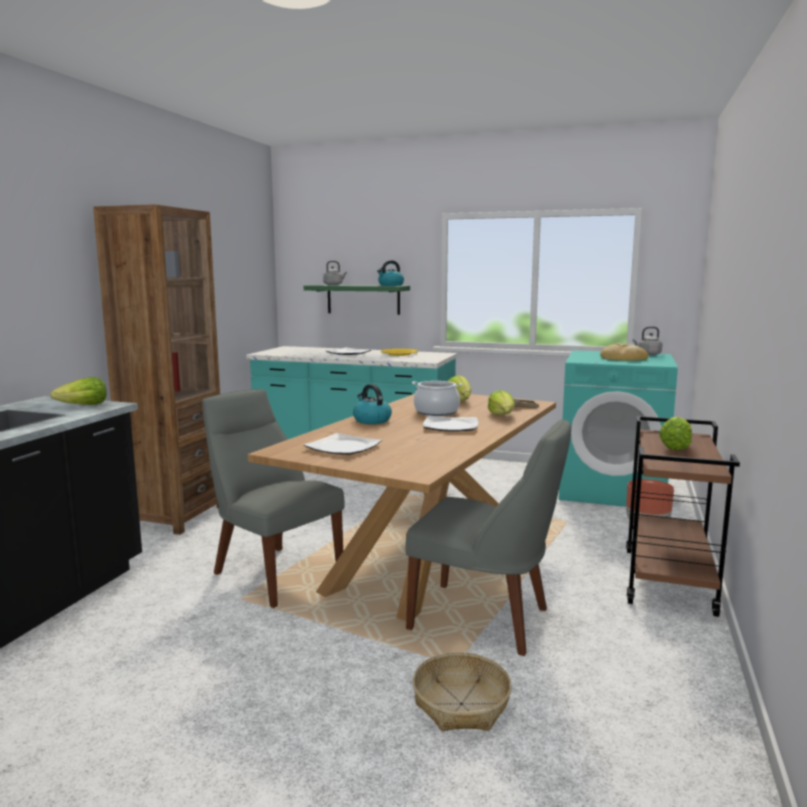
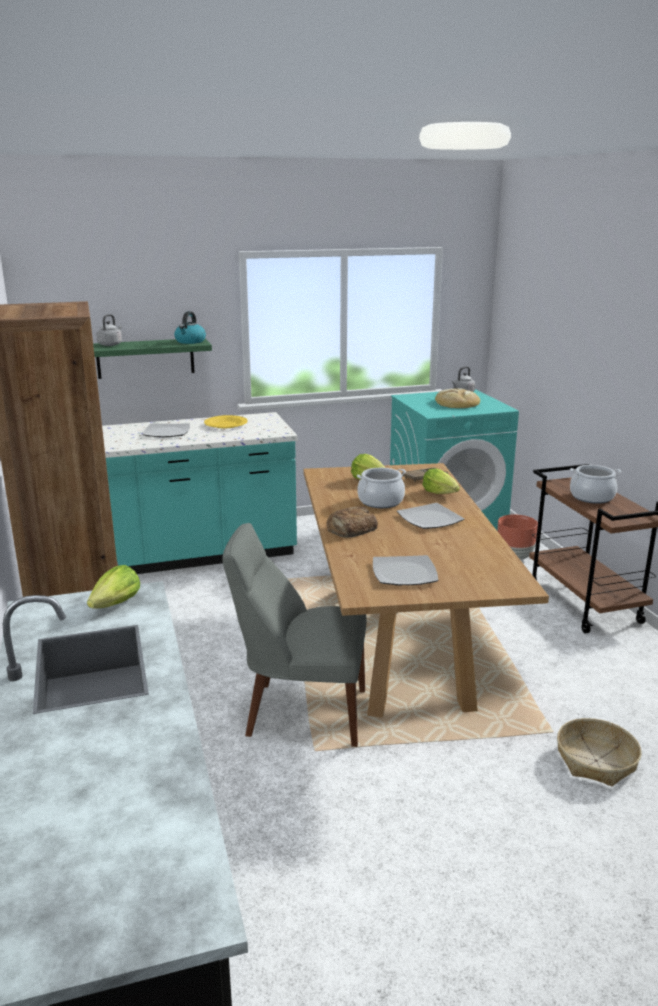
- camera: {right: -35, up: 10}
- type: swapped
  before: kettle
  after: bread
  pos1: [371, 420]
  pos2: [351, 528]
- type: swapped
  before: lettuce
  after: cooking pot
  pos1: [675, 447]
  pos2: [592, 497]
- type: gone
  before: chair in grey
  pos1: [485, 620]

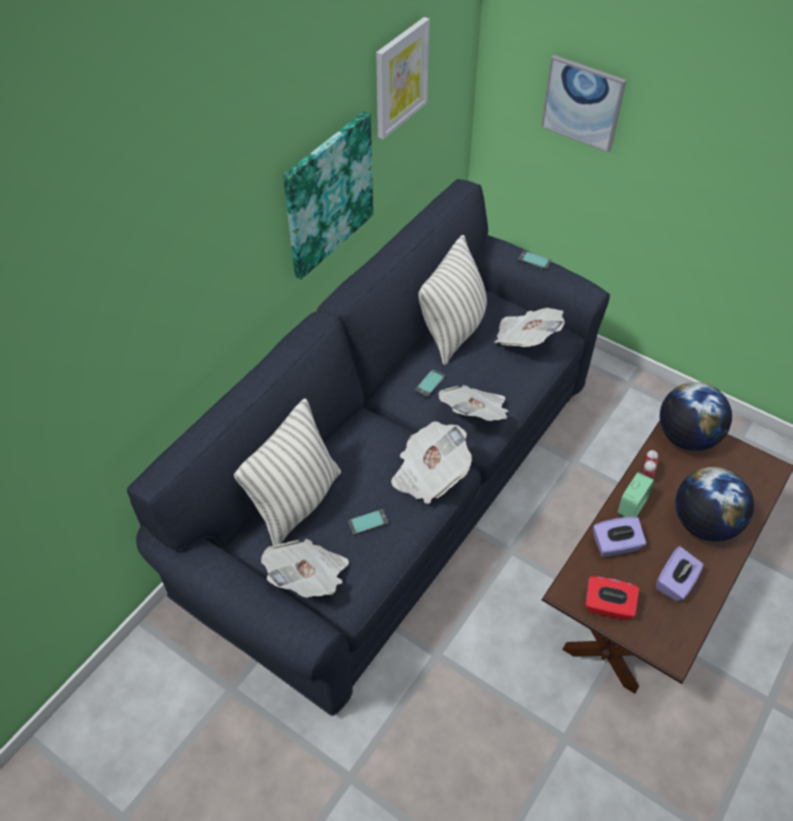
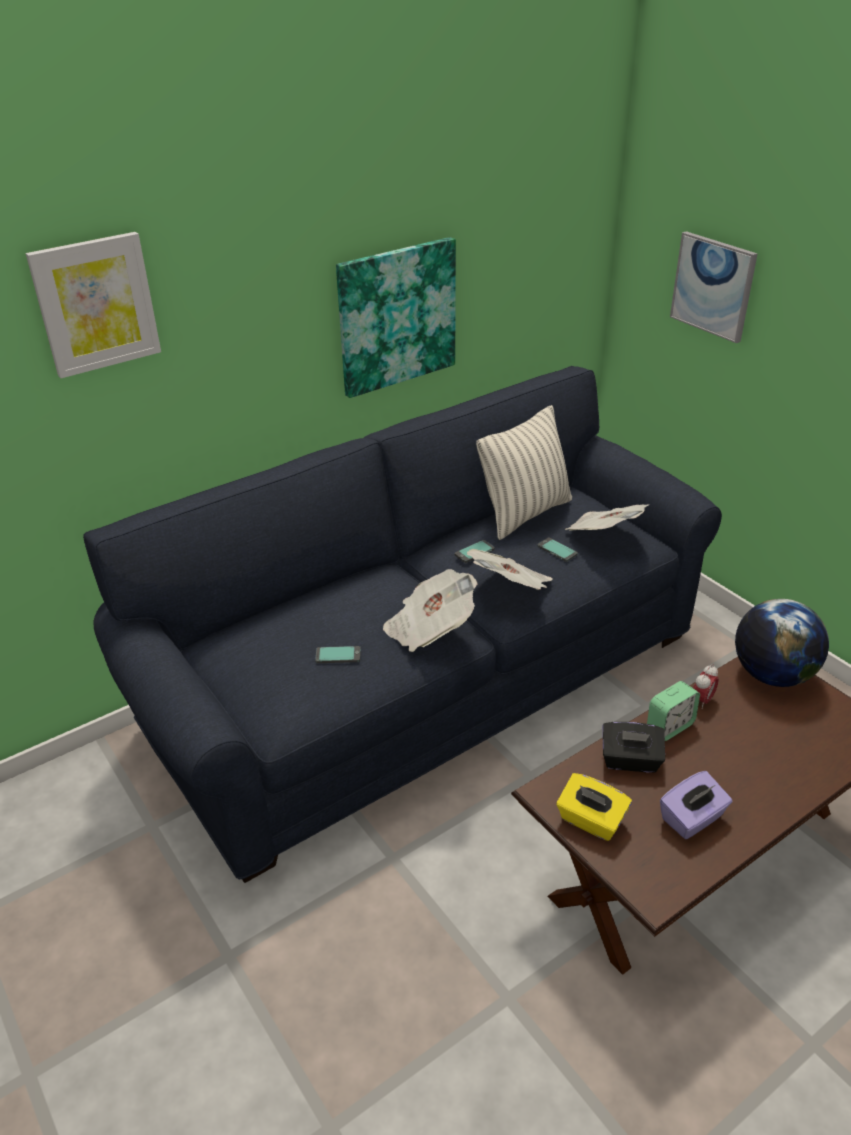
- camera: {right: 20, up: -15}
- type: shifted
  before: picture
  pos1: [400, 78]
  pos2: [96, 304]
- type: shifted
  before: phone
  pos1: [534, 260]
  pos2: [557, 550]
- type: gone
  before: pillow
  pos1: [296, 502]
- type: gone
  before: globe
  pos1: [703, 523]
- type: repainted
  before: tissue box in purple
  after: tissue box in black
  pos1: [615, 545]
  pos2: [630, 761]
- type: gone
  before: newspaper
  pos1: [309, 577]
- type: repainted
  before: tissue box in red
  after: tissue box in yellow
  pos1: [608, 606]
  pos2: [591, 821]

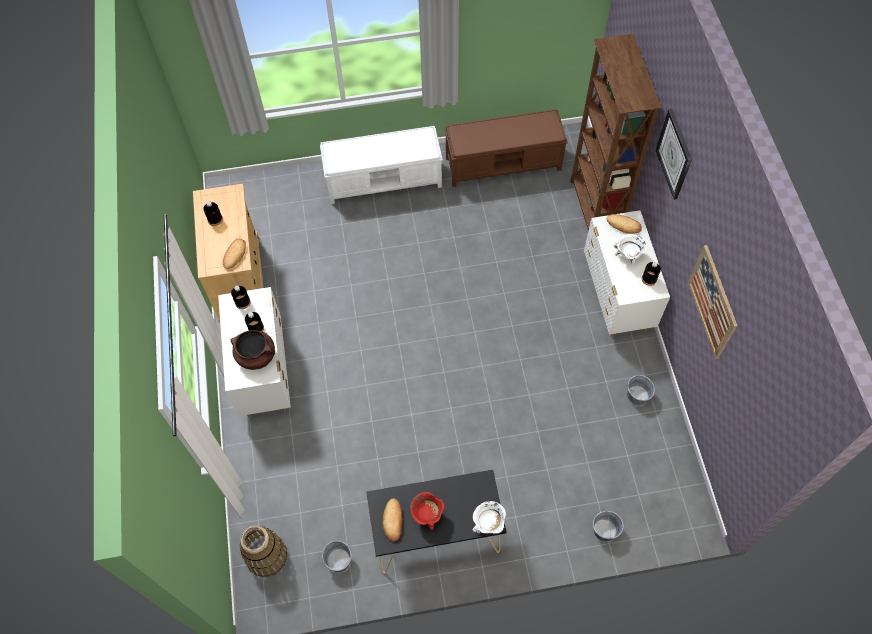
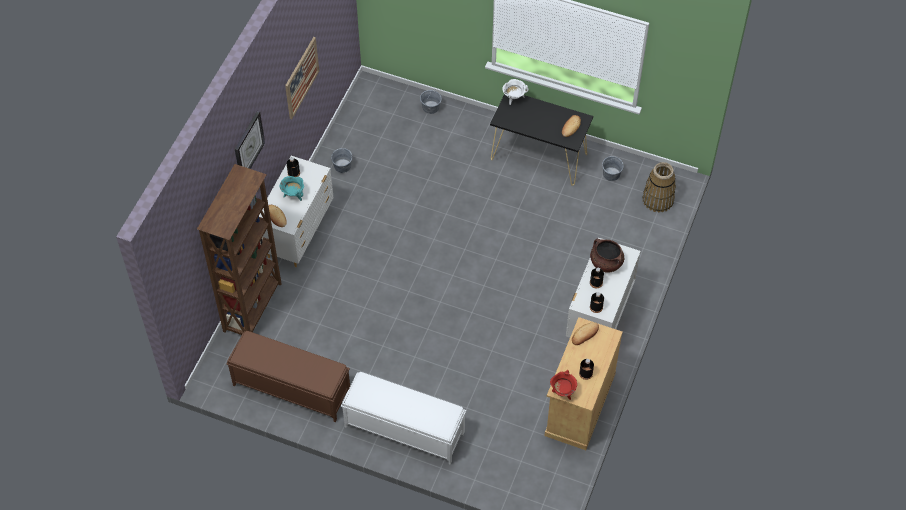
- camera: {right: -150, up: -5}
- type: repainted
  before: cooking pot in white
  after: cooking pot in turquoise
  pos1: [628, 256]
  pos2: [293, 195]
- type: shifted
  before: cooking pot in red
  pos1: [427, 515]
  pos2: [563, 392]

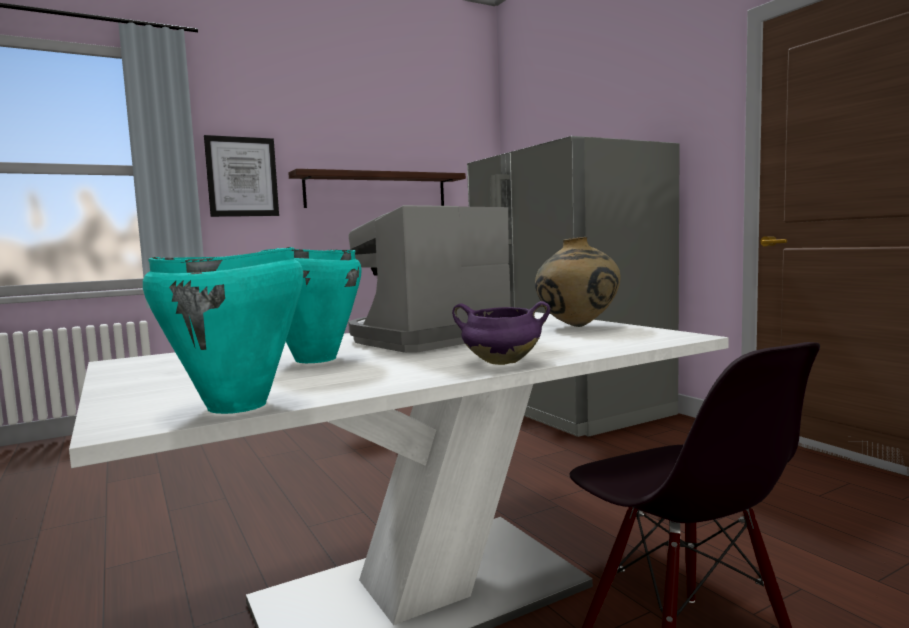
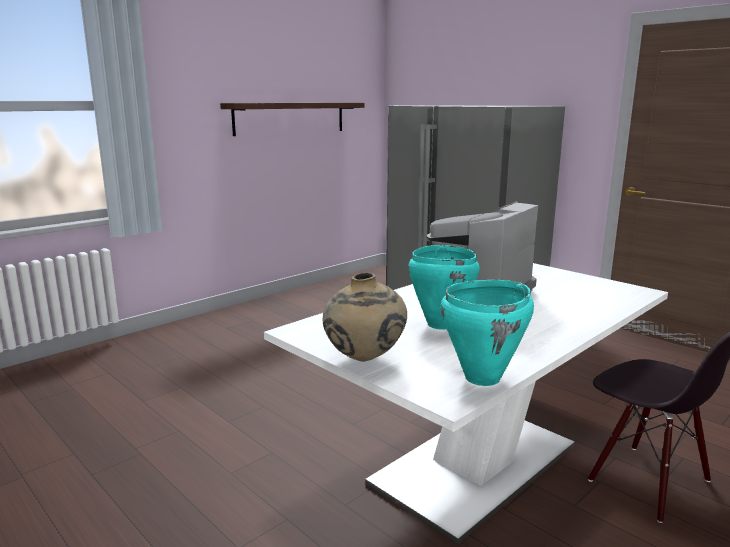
- camera: {right: -15, up: 10}
- type: gone
  before: picture
  pos1: [242, 177]
- type: shifted
  before: vase in beige
  pos1: [578, 327]
  pos2: [365, 360]
- type: gone
  before: cooking pot in purple
  pos1: [500, 363]

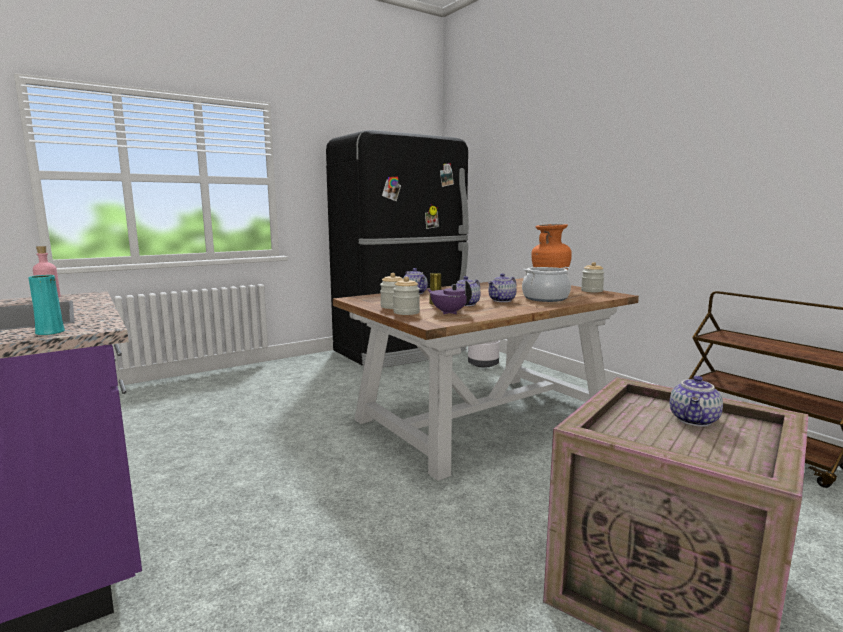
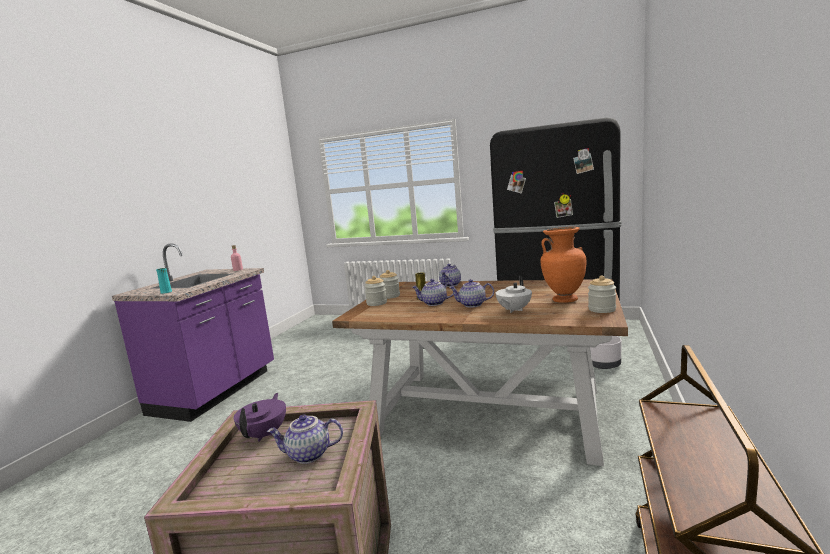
- camera: {right: 55, up: 0}
- type: swapped
  before: cooking pot
  after: teapot in white
  pos1: [545, 298]
  pos2: [513, 310]
- type: shifted
  before: teapot in purple
  pos1: [449, 312]
  pos2: [265, 434]

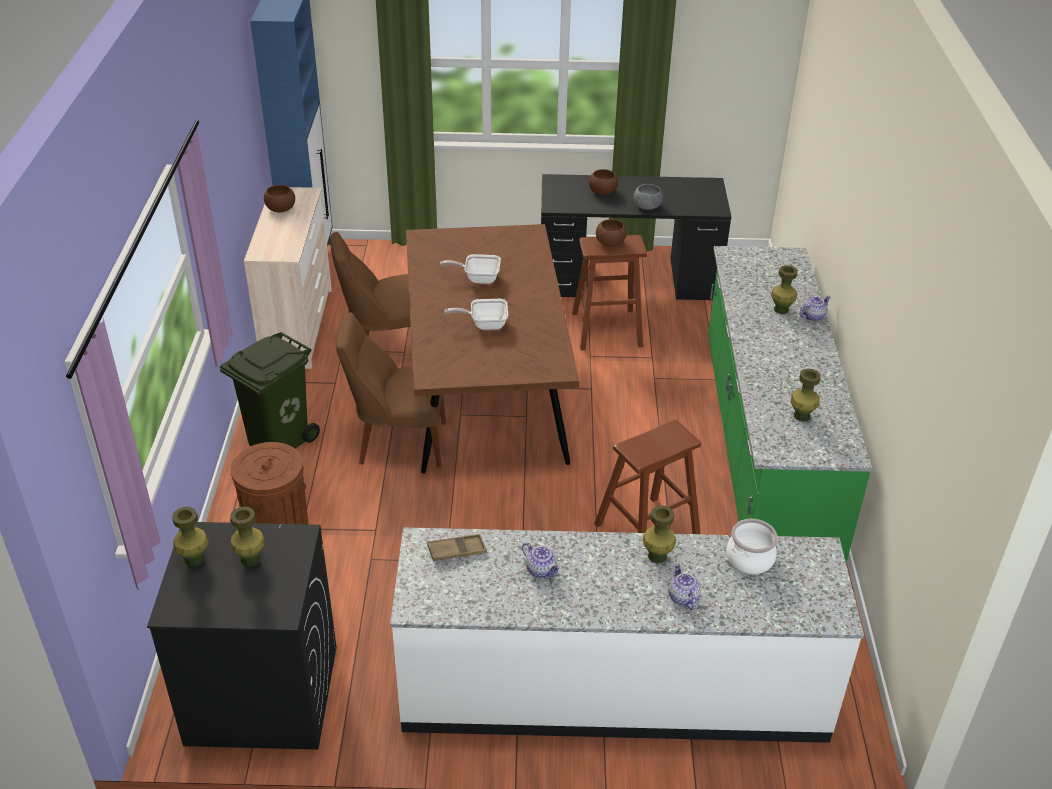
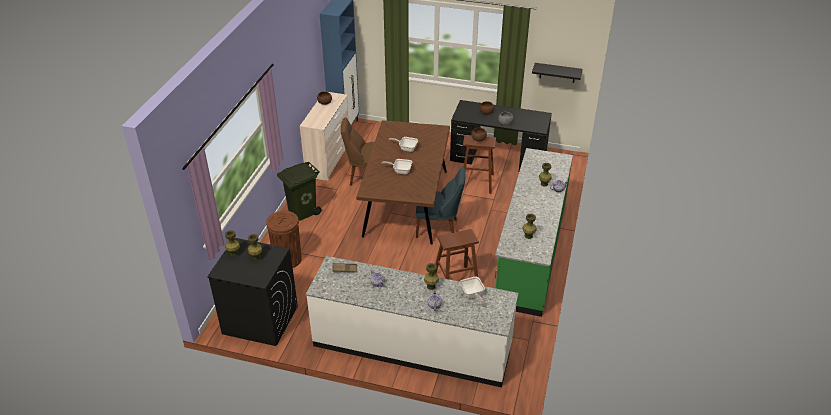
- camera: {right: 15, up: 0}
- type: gone
  before: chair in brown
  pos1: [398, 443]
- type: swapped
  before: cooking pot
  after: frying pan
  pos1: [750, 559]
  pos2: [472, 295]
- type: new
  after: shelf in black
  pos2: [557, 73]
- type: new
  after: chair in blue
  pos2: [439, 228]

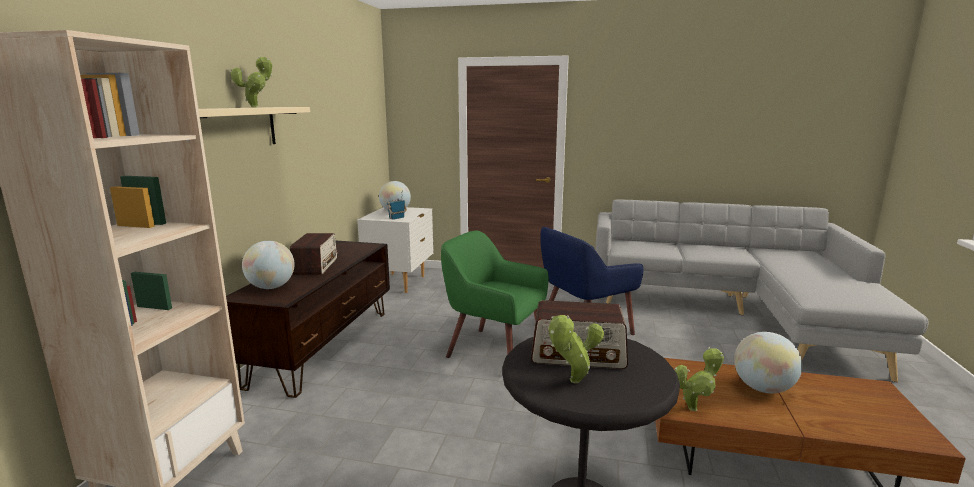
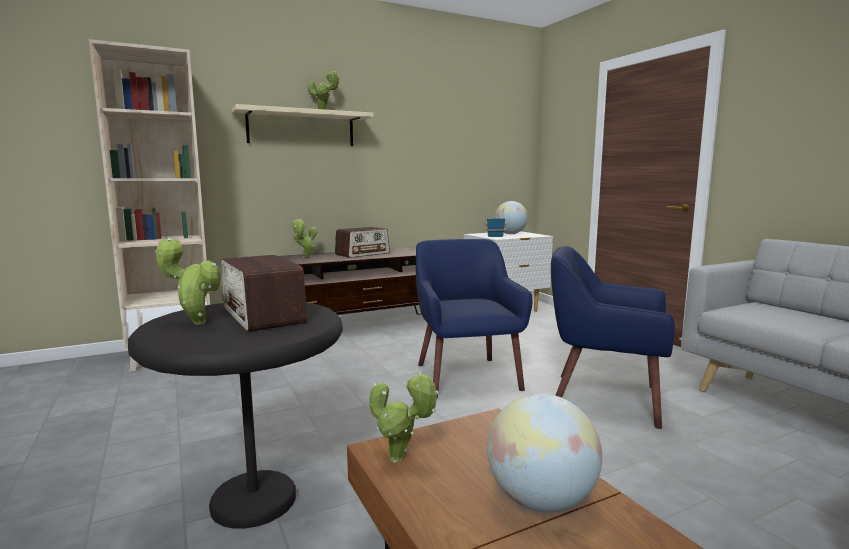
- camera: {right: 50, up: -5}
- type: repainted
  before: armchair in green
  after: armchair in blue
  pos1: [494, 350]
  pos2: [465, 376]
- type: swapped
  before: globe
  after: potted plant
  pos1: [271, 287]
  pos2: [305, 257]

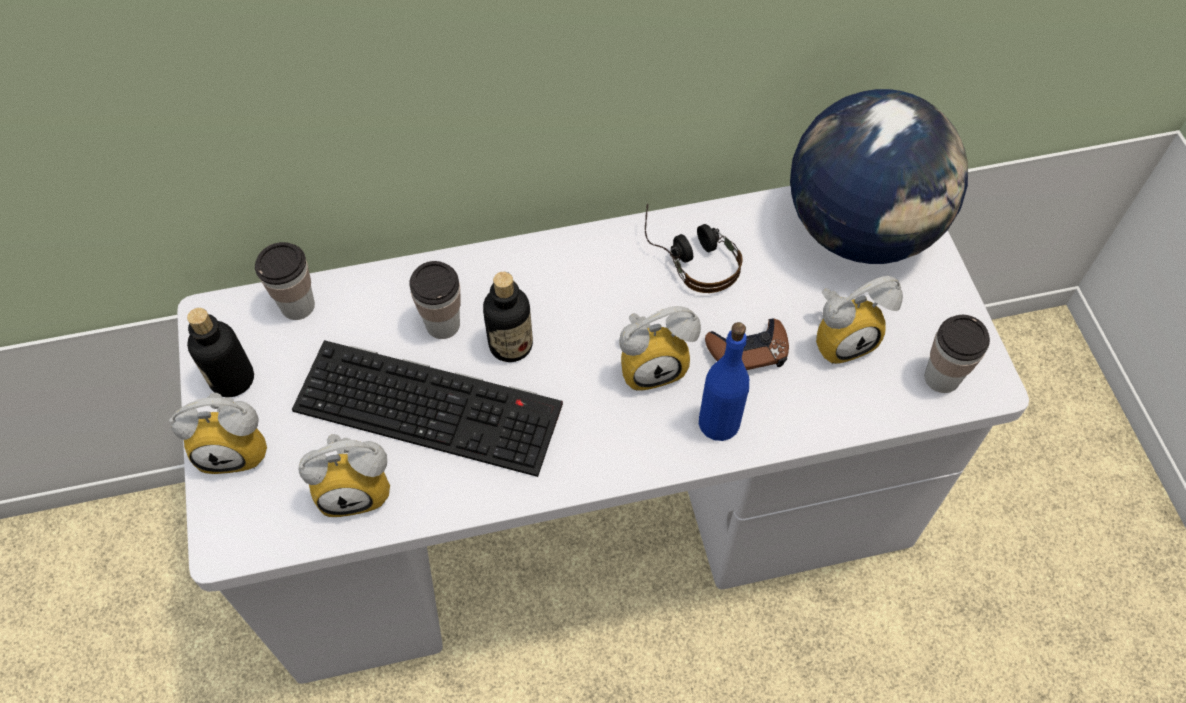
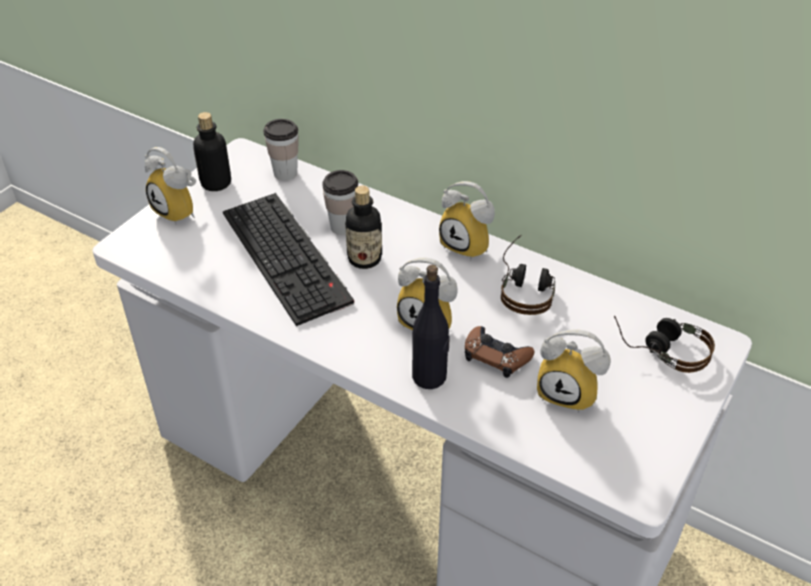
- camera: {right: 45, up: -15}
- type: swapped
  before: globe
  after: headphones
  pos1: [861, 231]
  pos2: [660, 347]
- type: gone
  before: cup
  pos1: [942, 377]
- type: repainted
  before: bottle in blue
  after: bottle in black
  pos1: [719, 422]
  pos2: [430, 377]
- type: shifted
  before: alarm clock
  pos1: [357, 487]
  pos2: [469, 245]

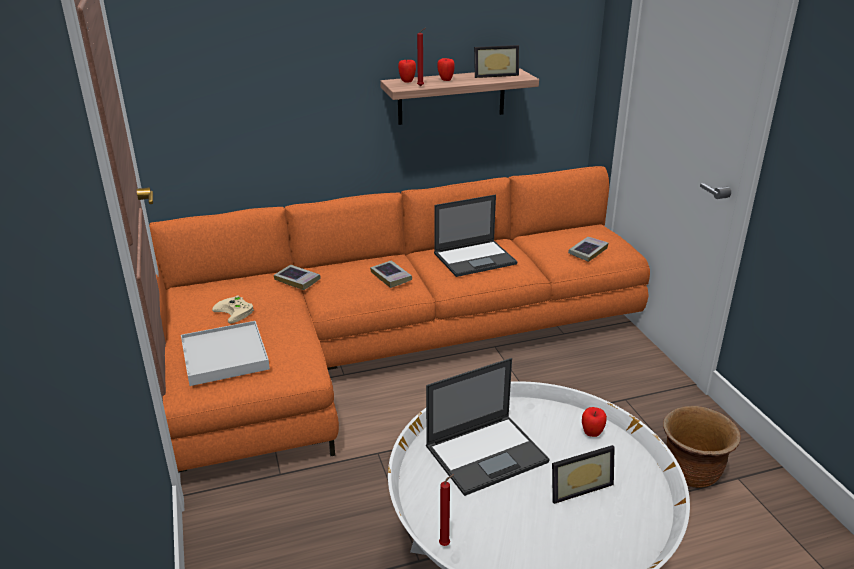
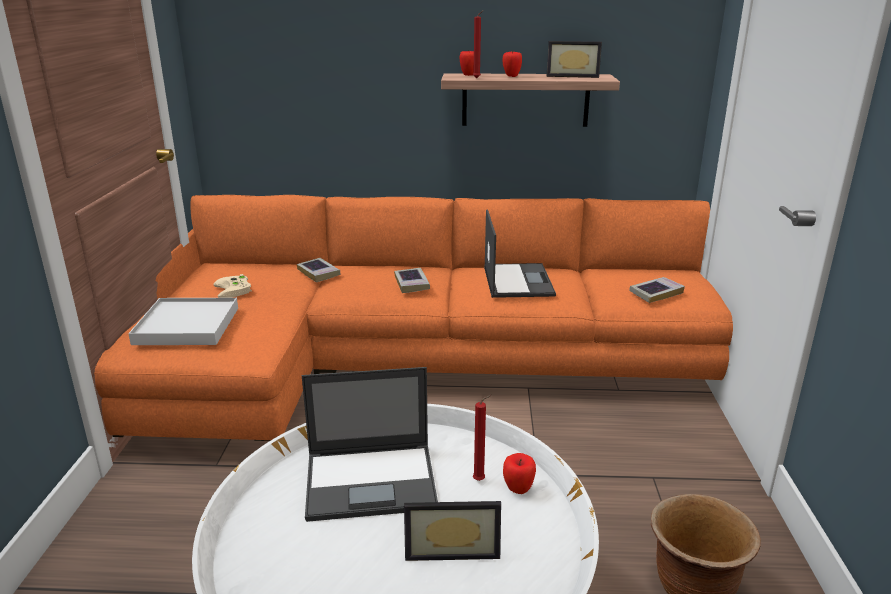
- camera: {right: 20, up: -5}
- type: rotated
  before: laptop
  pos1: [475, 258]
  pos2: [517, 280]
  turn: -90
- type: shifted
  before: candle in red
  pos1: [446, 544]
  pos2: [481, 480]

